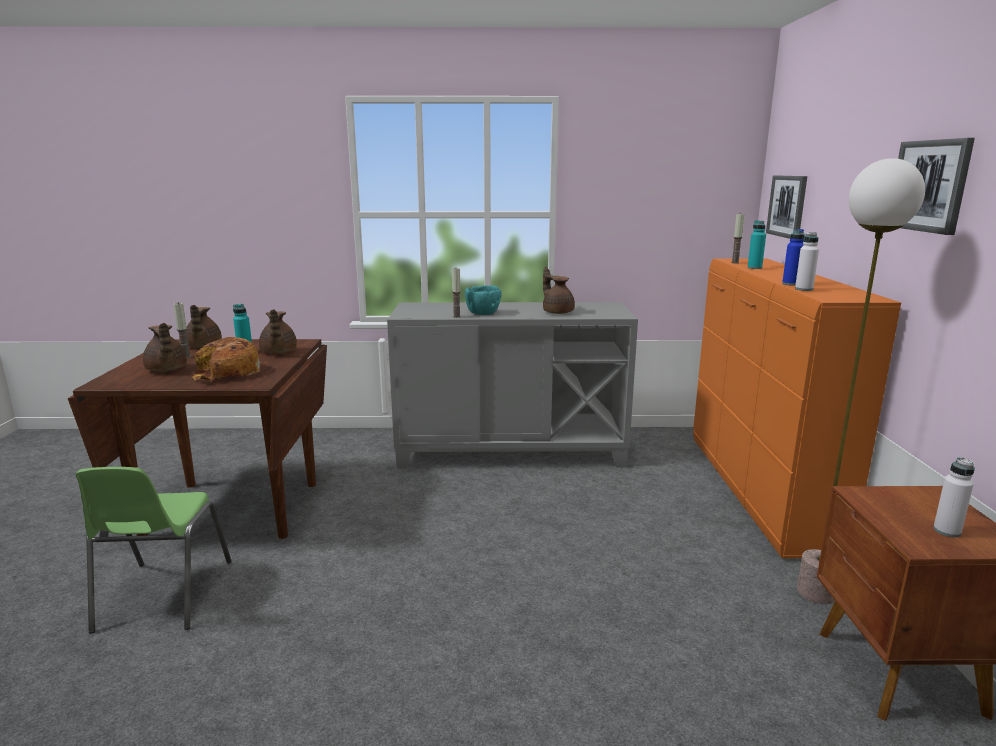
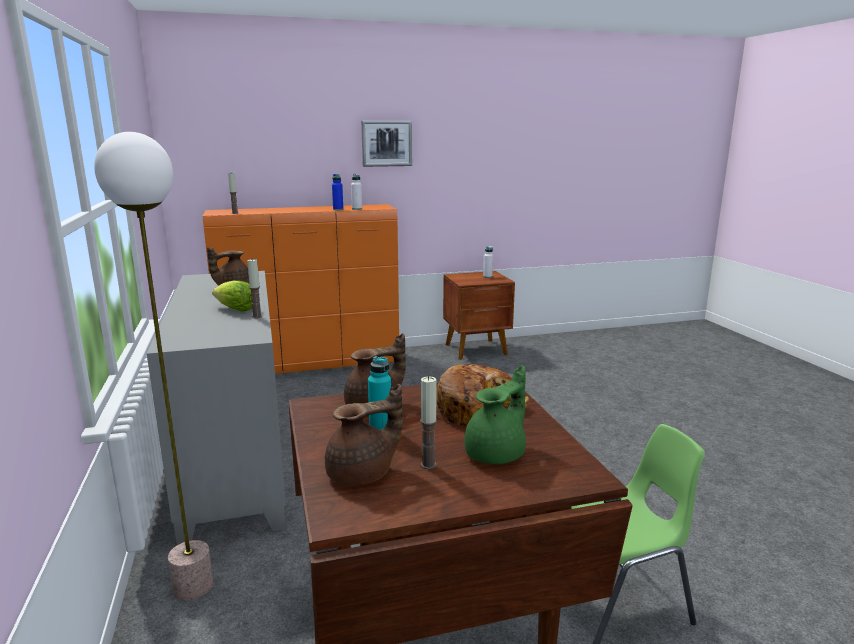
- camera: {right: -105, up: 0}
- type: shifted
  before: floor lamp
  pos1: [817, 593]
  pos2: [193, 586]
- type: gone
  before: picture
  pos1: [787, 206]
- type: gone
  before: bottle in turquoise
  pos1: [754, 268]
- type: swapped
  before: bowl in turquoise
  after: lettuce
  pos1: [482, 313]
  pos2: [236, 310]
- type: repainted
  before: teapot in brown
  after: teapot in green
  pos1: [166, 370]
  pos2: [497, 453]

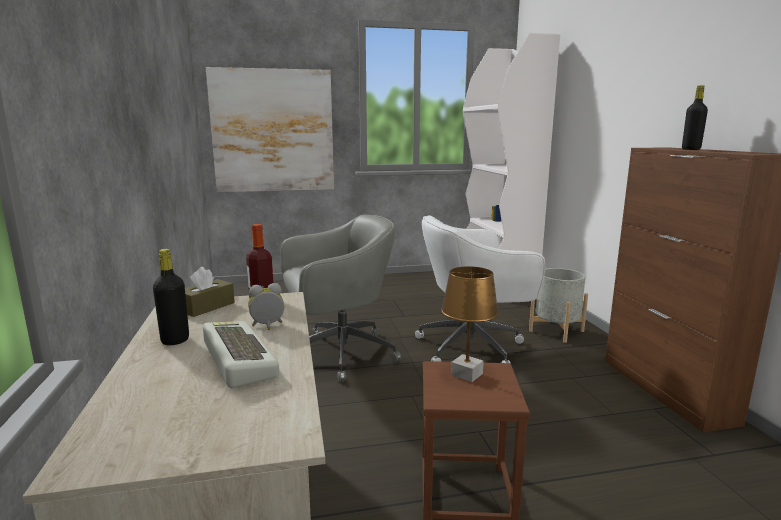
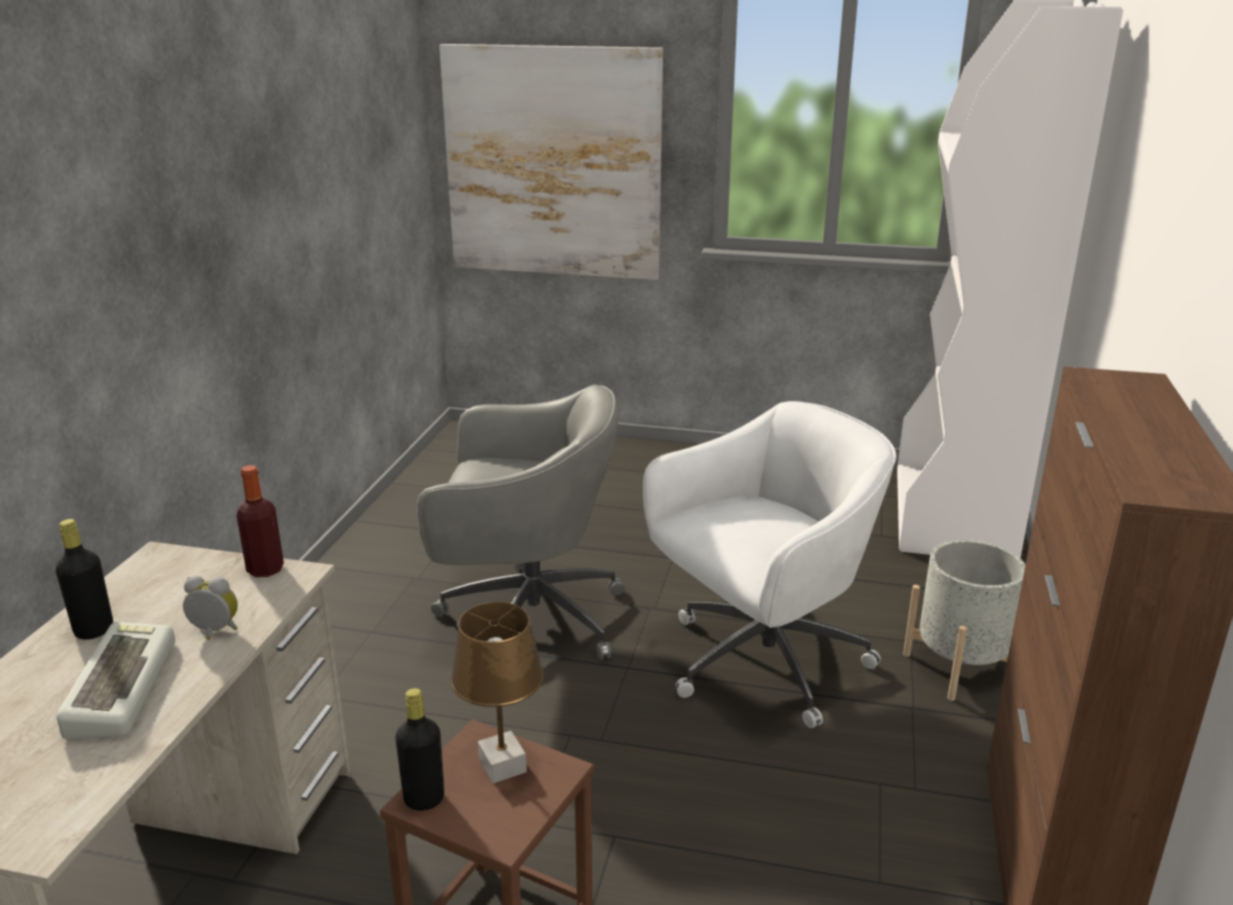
- camera: {right: 25, up: 10}
- type: shifted
  before: bottle in black
  pos1: [691, 149]
  pos2: [424, 799]
- type: rotated
  before: office chair in white
  pos1: [473, 347]
  pos2: [761, 663]
  turn: 135
- type: gone
  before: tissue box in brown
  pos1: [206, 307]

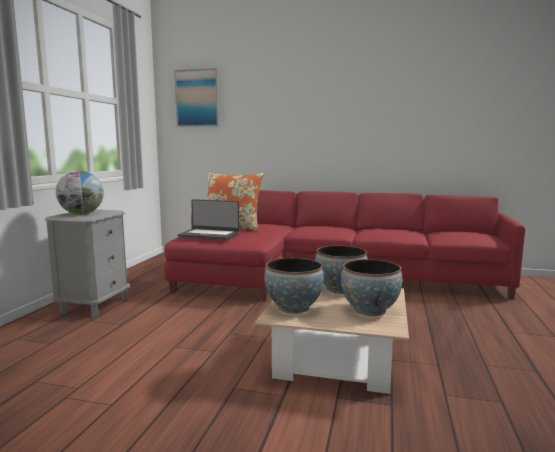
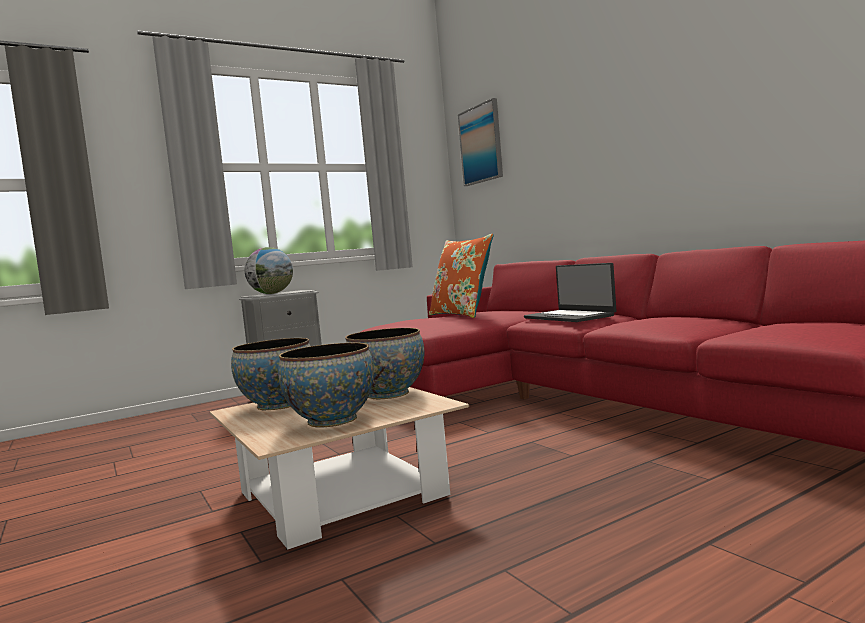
- camera: {right: 45, up: -5}
- type: shifted
  before: laptop
  pos1: [209, 234]
  pos2: [569, 317]

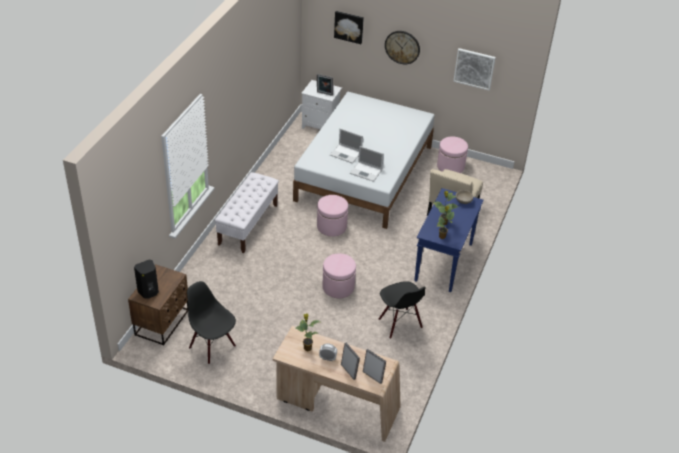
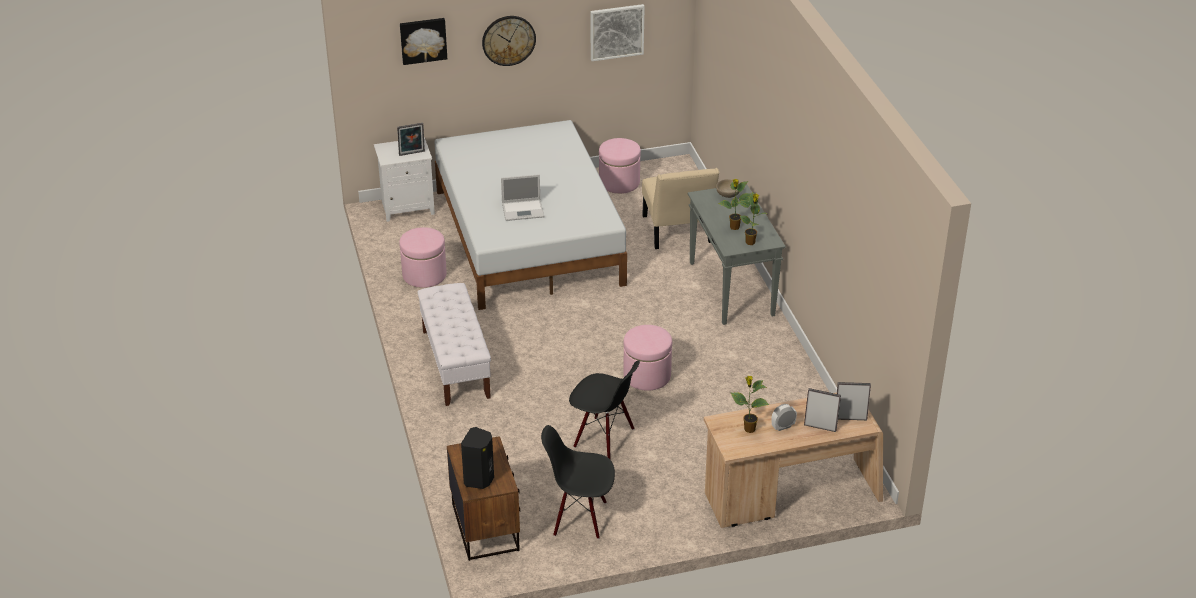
- camera: {right: -35, up: -5}
- type: gone
  before: laptop
  pos1: [366, 172]
- type: repainted
  before: console table in blue
  after: console table in grey
  pos1: [444, 263]
  pos2: [732, 290]
- type: shifted
  before: ottoman in pink
  pos1: [331, 226]
  pos2: [424, 275]
- type: shifted
  before: chair in black
  pos1: [399, 323]
  pos2: [603, 438]

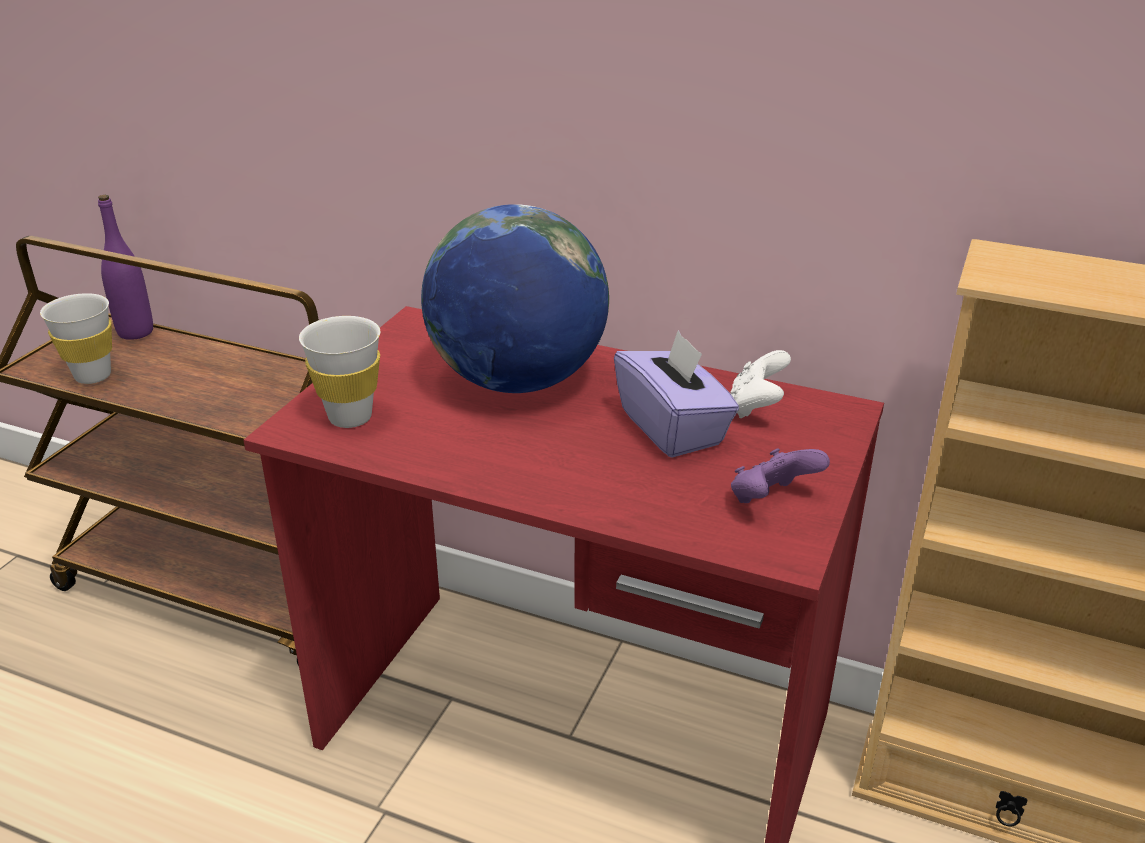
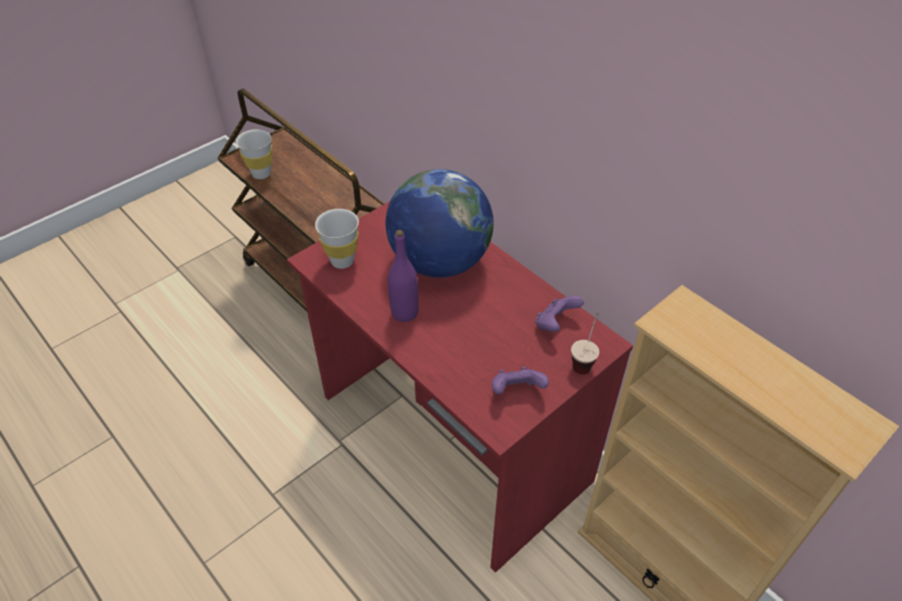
- camera: {right: 25, up: 15}
- type: shifted
  before: bottle in purple
  pos1: [135, 332]
  pos2: [404, 313]
- type: gone
  before: tissue box in purple
  pos1: [673, 428]
- type: repainted
  before: game controller in white
  after: game controller in purple
  pos1: [756, 407]
  pos2: [555, 324]
- type: new
  after: cup
  pos2: [584, 359]

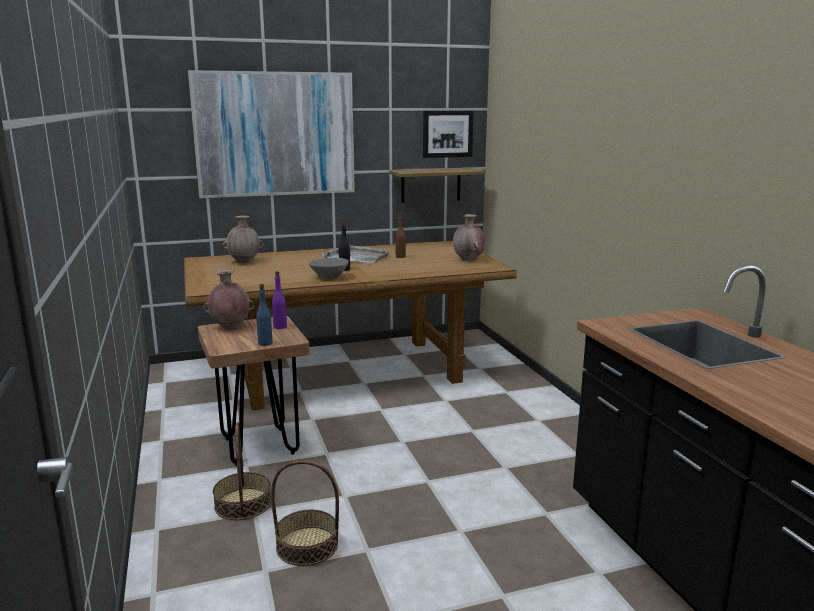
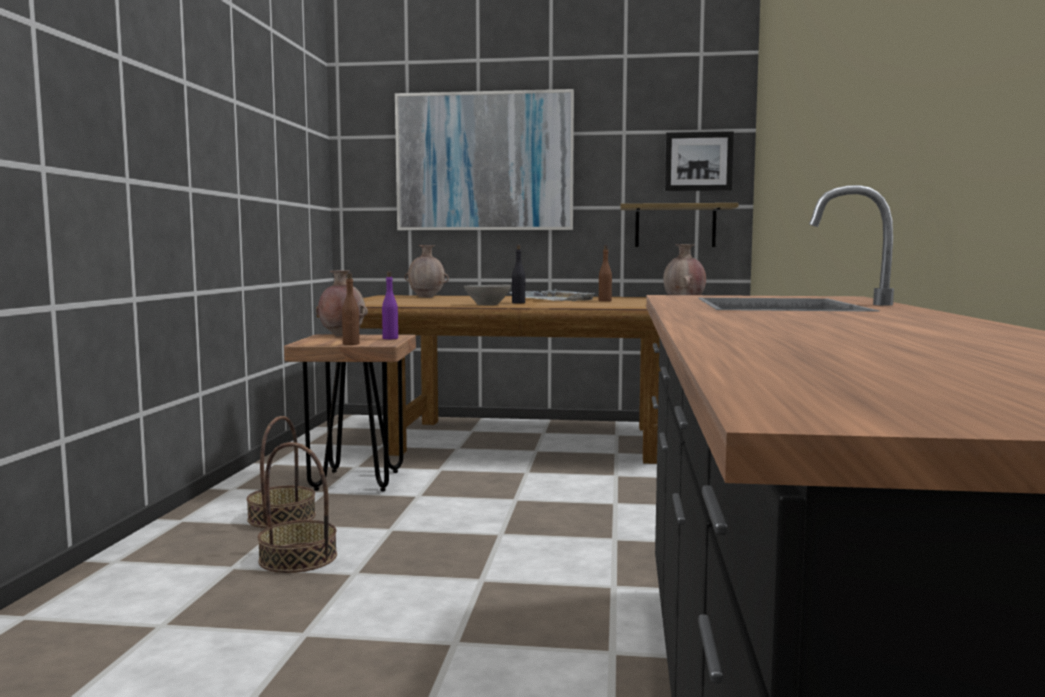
- camera: {right: 25, up: -10}
- type: repainted
  before: bottle in blue
  after: bottle in brown
  pos1: [265, 343]
  pos2: [351, 344]

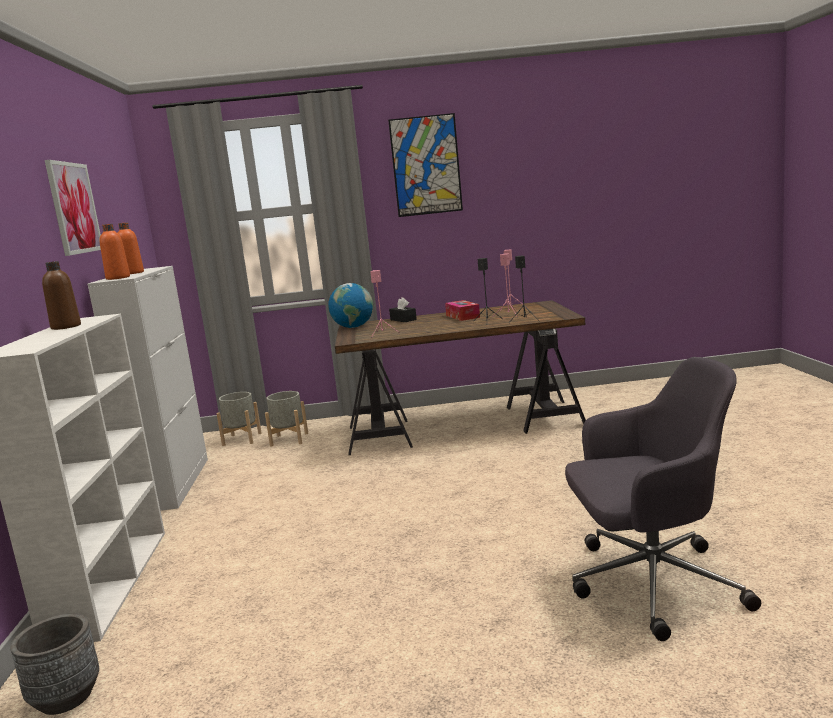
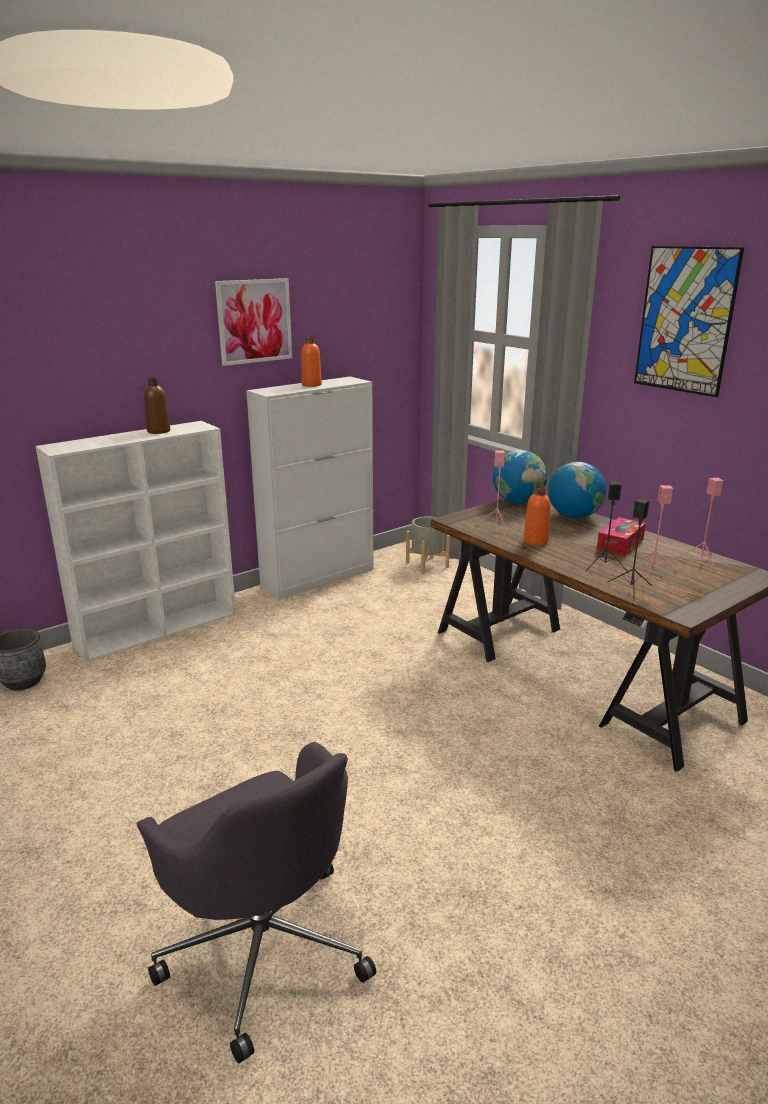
- camera: {right: 55, up: 10}
- type: shifted
  before: bottle in orange
  pos1: [118, 278]
  pos2: [535, 541]
- type: swapped
  before: tissue box in black
  after: globe
  pos1: [403, 320]
  pos2: [574, 516]
- type: gone
  before: planter in grey
  pos1: [289, 439]

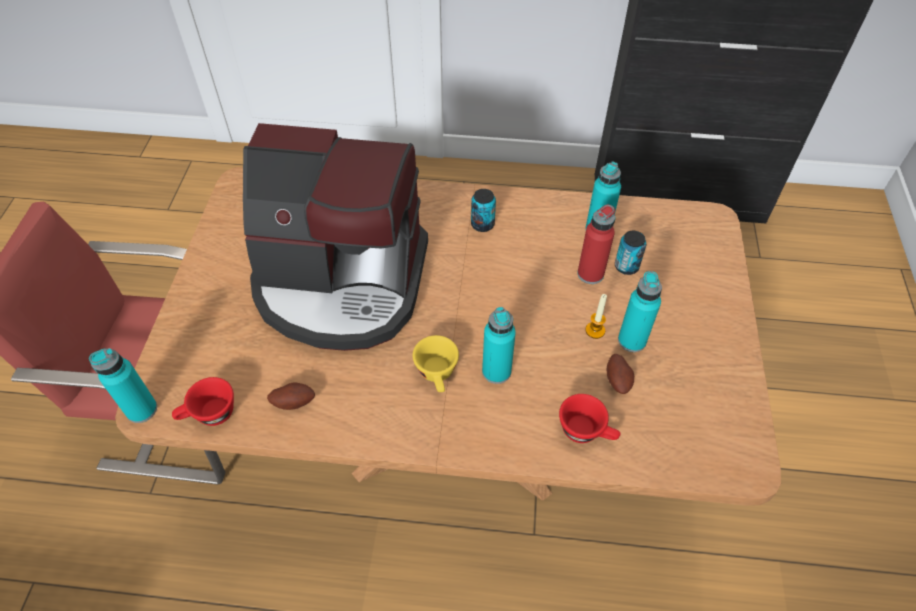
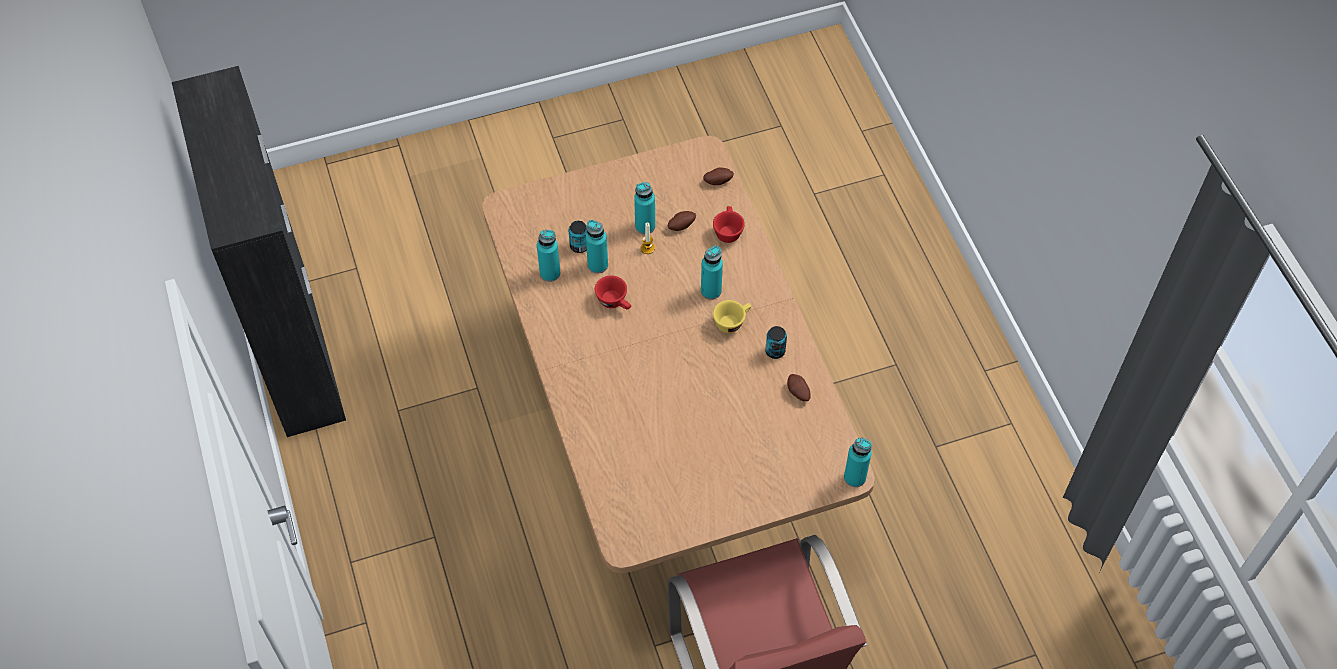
- camera: {right: -115, up: 5}
- type: gone
  before: coffee machine
  pos1: [342, 284]
- type: shifted
  before: can
  pos1: [482, 224]
  pos2: [775, 351]
- type: repainted
  before: bottle in red
  after: bottle in turquoise
  pos1: [590, 274]
  pos2: [598, 265]
- type: shifted
  before: cup in red
  pos1: [209, 415]
  pos2: [615, 302]
- type: new
  after: potato
  pos2: [718, 181]

